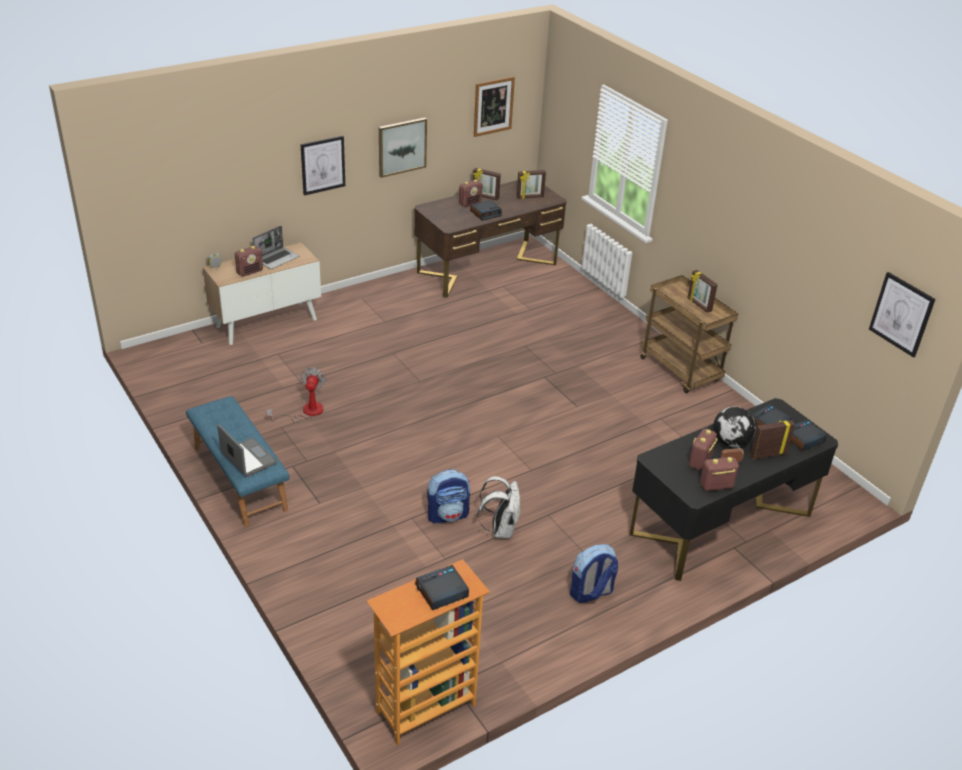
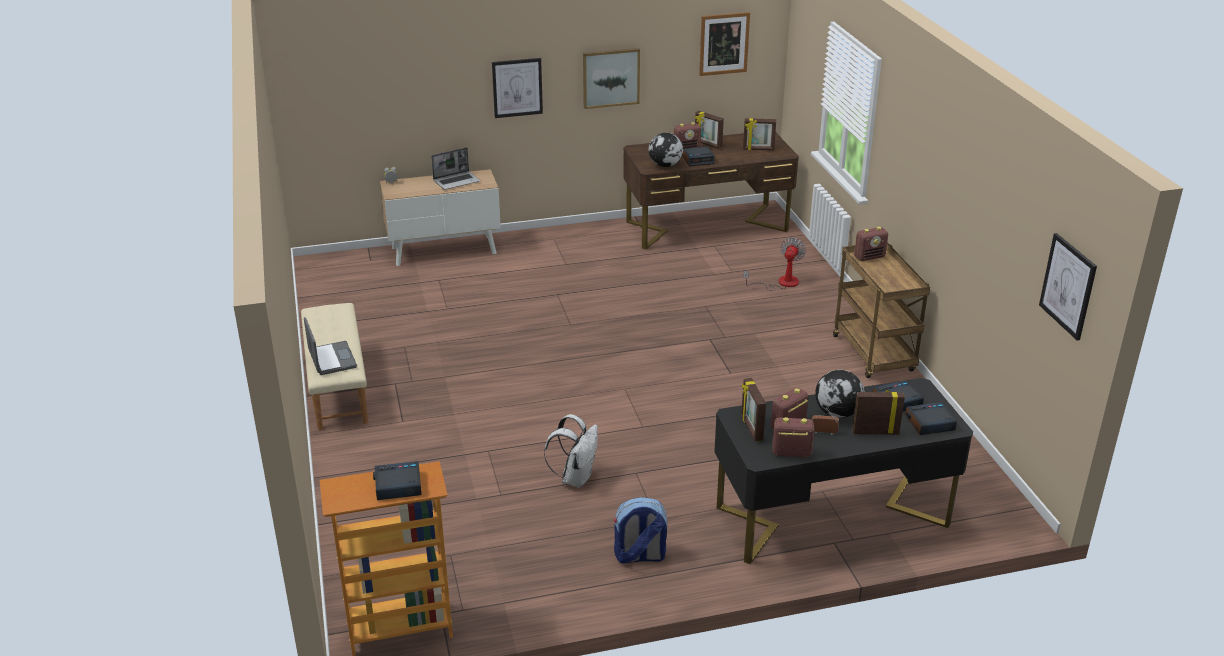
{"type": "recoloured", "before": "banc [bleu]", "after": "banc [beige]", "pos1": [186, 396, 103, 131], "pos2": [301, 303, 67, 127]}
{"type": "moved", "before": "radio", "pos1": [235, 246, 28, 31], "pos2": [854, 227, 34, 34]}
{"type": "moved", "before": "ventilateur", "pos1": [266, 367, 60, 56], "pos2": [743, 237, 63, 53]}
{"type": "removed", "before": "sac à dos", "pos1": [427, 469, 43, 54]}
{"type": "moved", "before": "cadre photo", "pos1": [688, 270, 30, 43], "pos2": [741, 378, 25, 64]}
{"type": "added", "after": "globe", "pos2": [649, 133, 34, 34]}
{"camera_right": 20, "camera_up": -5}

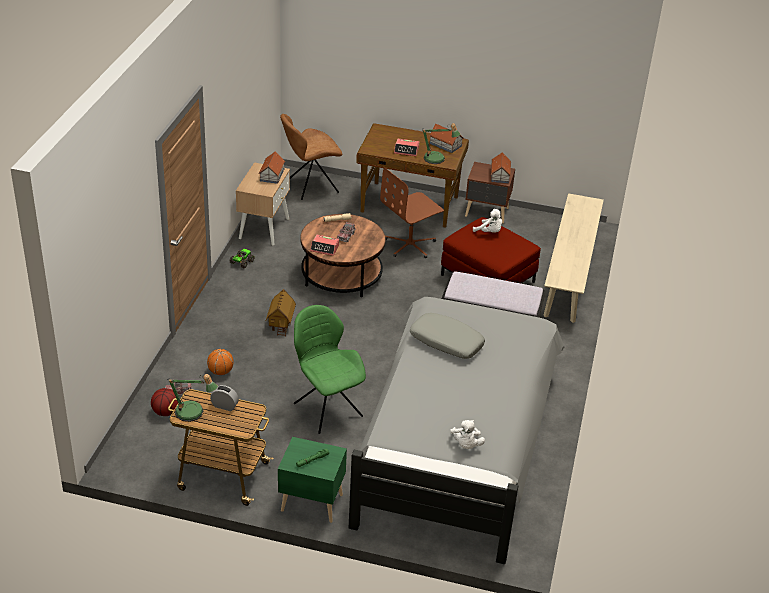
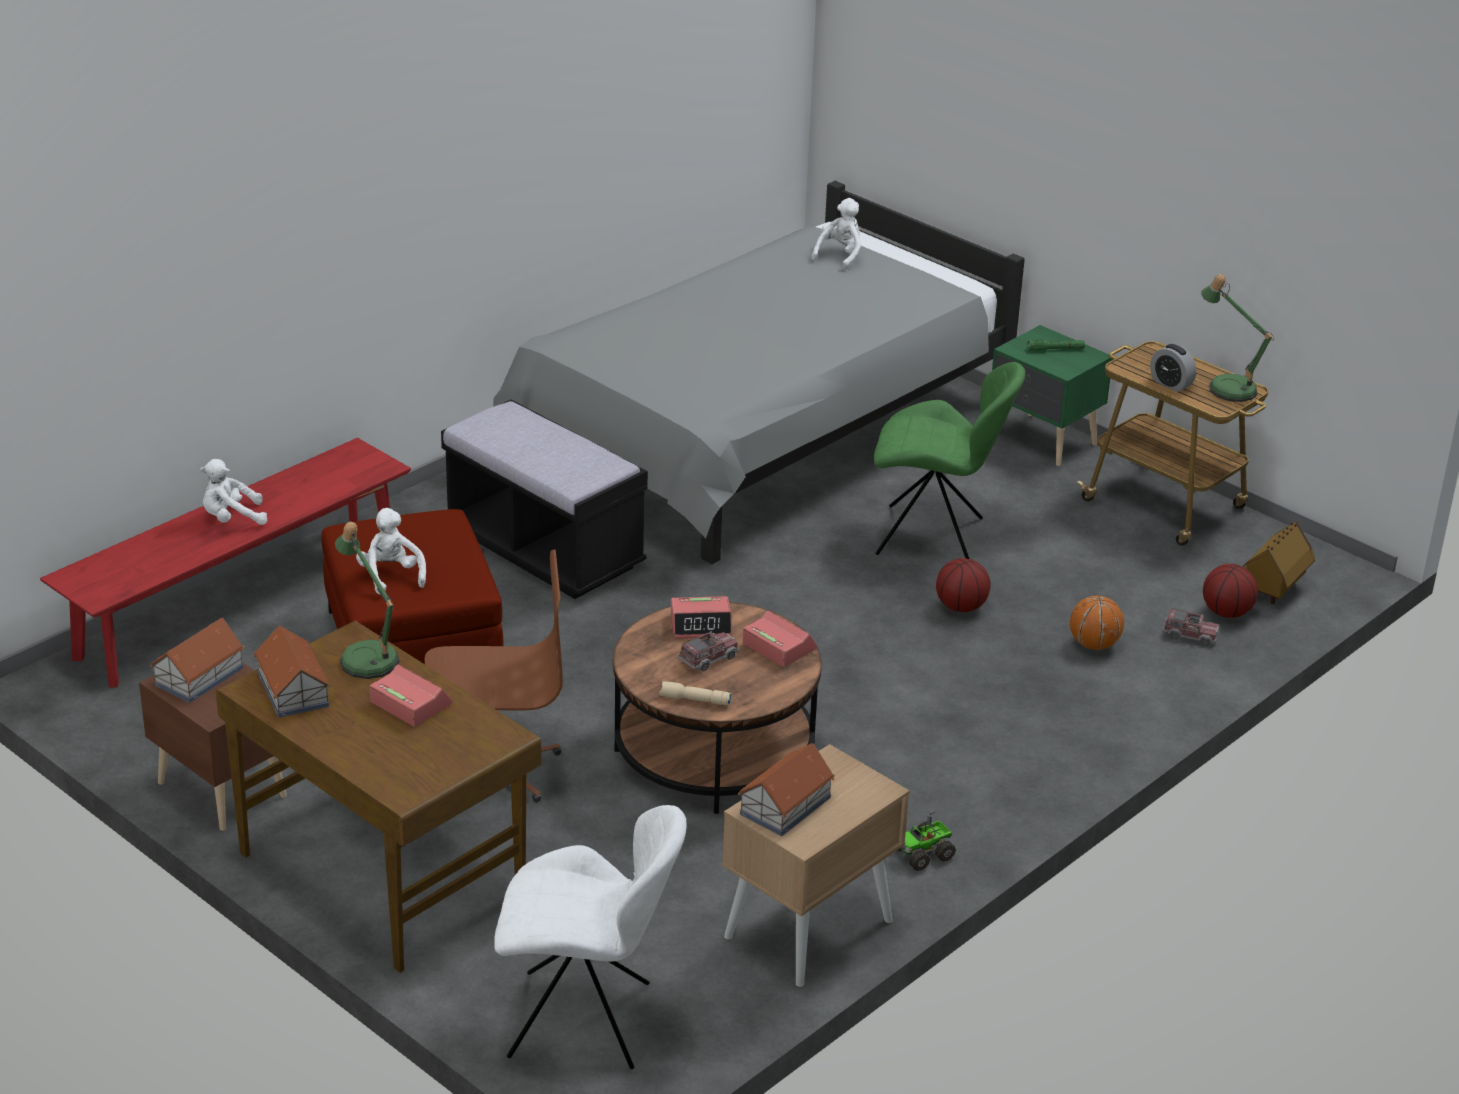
{"type": "moved", "before": "maison miniature", "pos1": [265, 289, 31, 48], "pos2": [1243, 521, 72, 83]}
{"type": "recoloured", "before": "chaise [marron]", "after": "chaise [blanc]", "pos1": [280, 114, 62, 86], "pos2": [494, 805, 193, 264]}
{"type": "turned", "before": "chaise [vert]", "pos1": [294, 305, 72, 129], "pos2": [874, 362, 151, 197], "turn": -75}
{"type": "removed", "before": "coussin [gris]", "pos1": [410, 313, 75, 46]}
{"type": "recoloured", "before": "banc [beige]", "after": "banc [rouge]", "pos1": [543, 193, 61, 130], "pos2": [40, 438, 371, 250]}
{"type": "added", "after": "peluche [blanc]", "pos2": [200, 459, 67, 66]}
{"type": "added", "after": "réveil", "pos2": [671, 596, 61, 43]}
{"type": "added", "after": "ballon de basket", "pos2": [936, 558, 55, 54]}
{"camera_right": -150, "camera_up": -5}

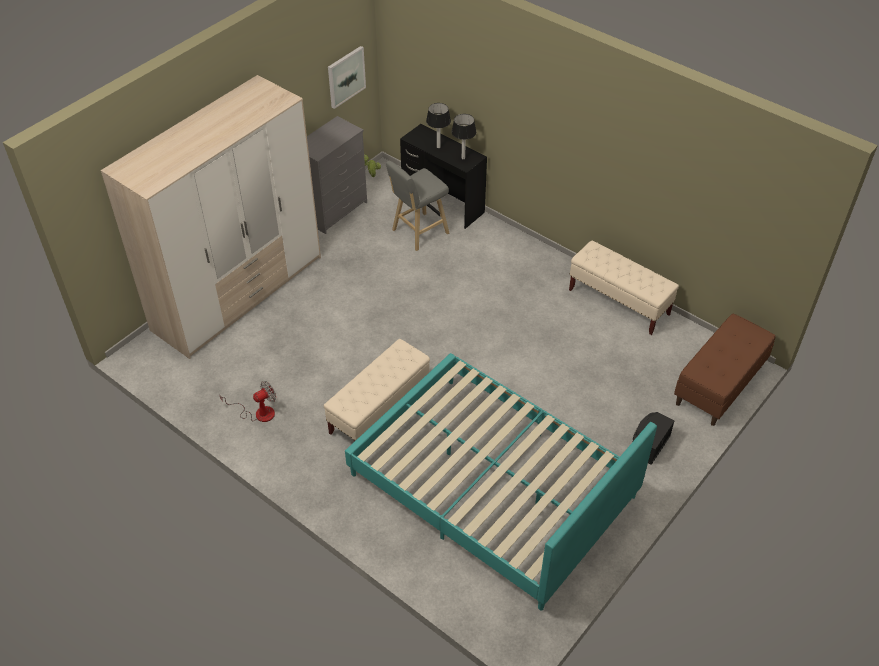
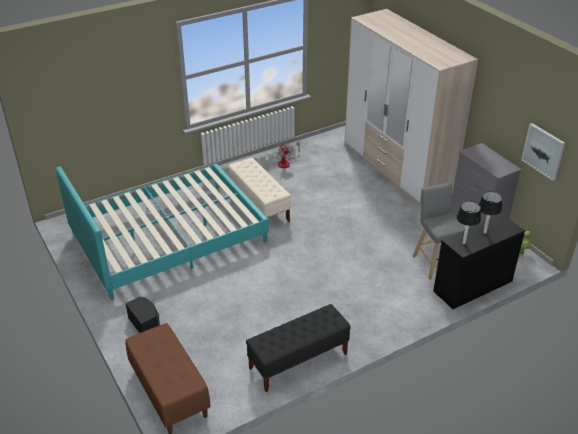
{"type": "recoloured", "before": "banc [beige]", "after": "banc [noir]", "pos1": [569, 240, 110, 95], "pos2": [246, 304, 105, 88]}
{"camera_right": 110, "camera_up": -10}

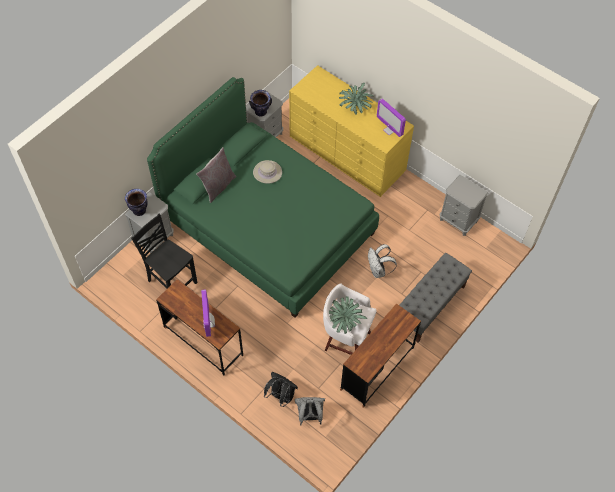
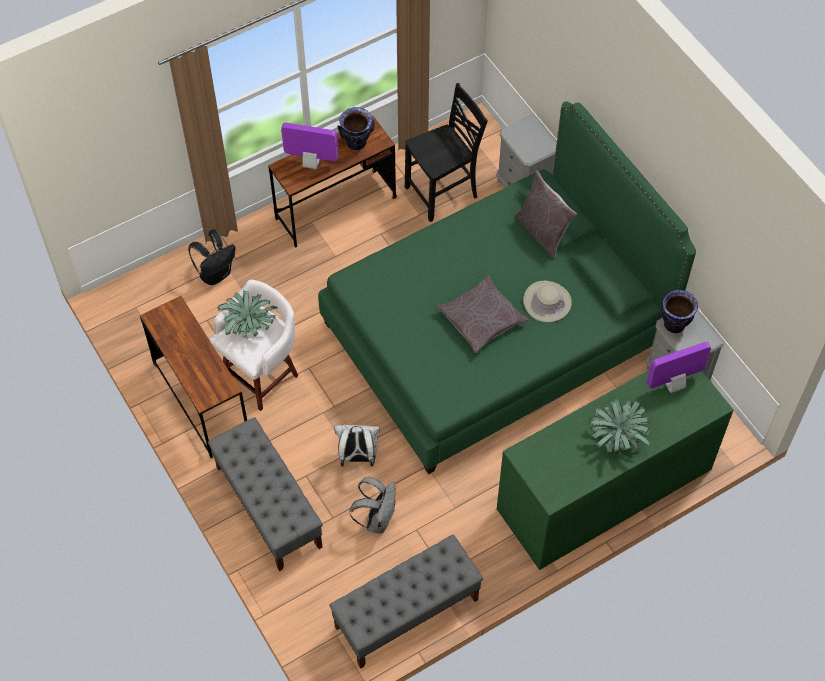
{"type": "moved", "before": "vase", "pos1": [125, 189, 23, 27], "pos2": [337, 107, 38, 43]}
{"type": "recoloured", "before": "commode [jaune]", "after": "commode [vert]", "pos1": [289, 65, 125, 132], "pos2": [497, 370, 236, 200]}
{"type": "moved", "before": "sac à dos [gris]", "pos1": [295, 397, 30, 28], "pos2": [349, 477, 47, 56]}
{"type": "moved", "before": "écran d'ordinateur", "pos1": [377, 99, 29, 38], "pos2": [647, 342, 64, 51]}
{"type": "replaced", "before": "table de chevet [gris]", "after": "banc [gris]", "pos1": [439, 175, 49, 61], "pos2": [329, 535, 154, 134]}
{"type": "added", "after": "coussin [gris]", "pos2": [436, 275, 93, 78]}
{"camera_right": 110, "camera_up": 0}

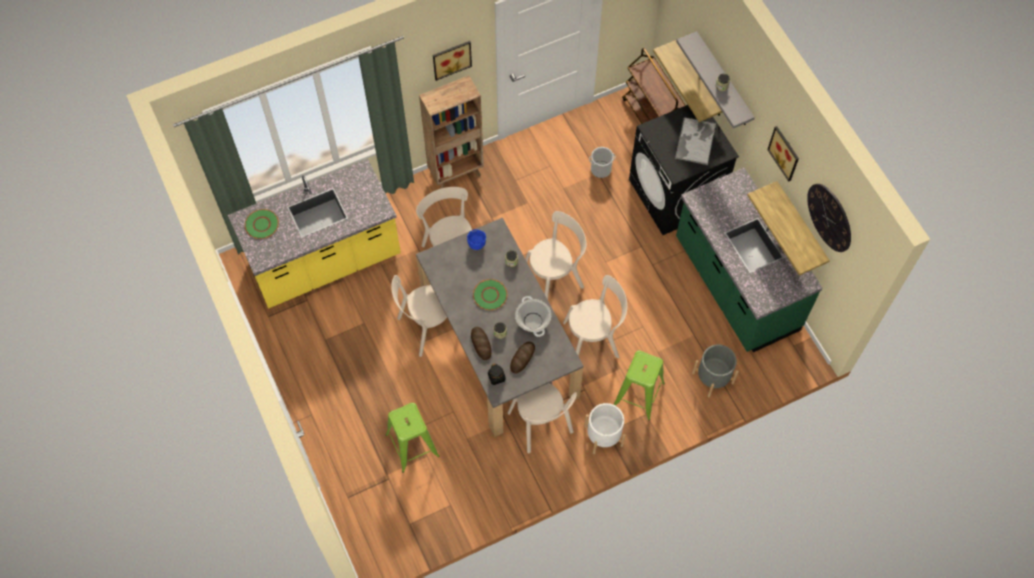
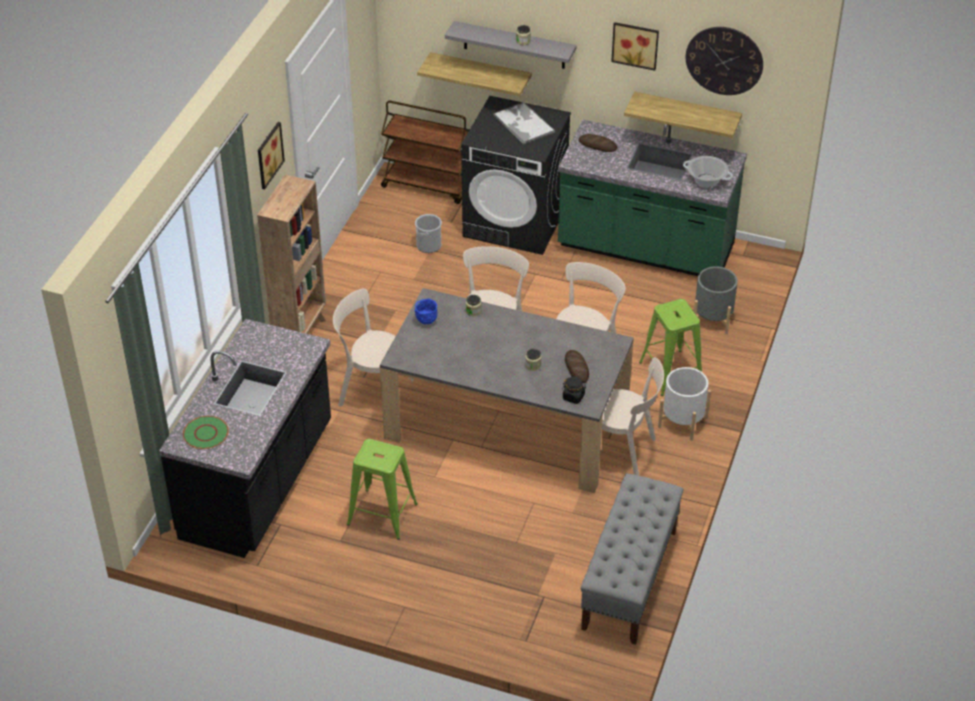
{"type": "recoloured", "before": "comptoir de cuisine [jaune]", "after": "comptoir de cuisine [noir]", "pos1": [228, 159, 173, 150], "pos2": [159, 319, 172, 239]}
{"type": "moved", "before": "tabouret [vert]", "pos1": [386, 403, 53, 70], "pos2": [347, 439, 71, 101]}
{"type": "removed", "before": "chaise [beige]", "pos1": [391, 275, 56, 82]}
{"type": "moved", "before": "pain", "pos1": [471, 327, 21, 33], "pos2": [579, 134, 38, 18]}
{"type": "removed", "before": "assiette [vert]", "pos1": [473, 279, 34, 31]}
{"type": "moved", "before": "marmite", "pos1": [515, 296, 36, 41], "pos2": [683, 156, 50, 31]}
{"type": "added", "after": "banc [gris]", "pos2": [581, 474, 102, 171]}
{"camera_right": -45, "camera_up": -20}

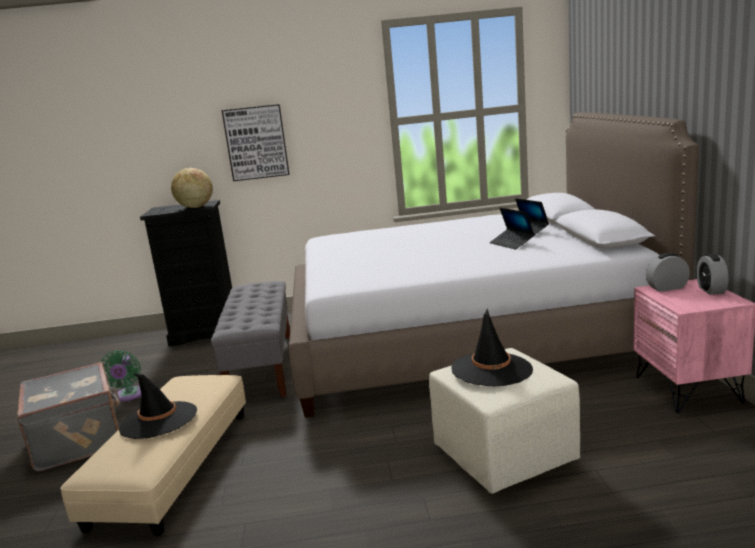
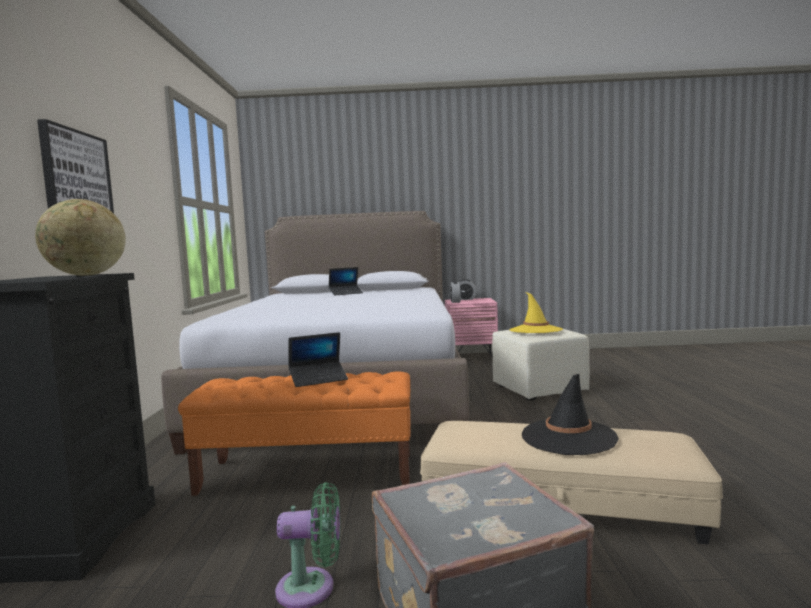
{"type": "recoloured", "before": "banc [gris]", "after": "banc [orange]", "pos1": [211, 281, 79, 116], "pos2": [178, 371, 232, 125]}
{"type": "recoloured", "before": "chapeau [noir]", "after": "chapeau [jaune]", "pos1": [451, 308, 82, 78], "pos2": [510, 292, 53, 41]}
{"type": "moved", "before": "ordinateur portable", "pos1": [490, 208, 45, 42], "pos2": [288, 332, 60, 55]}
{"camera_right": -85, "camera_up": -10}

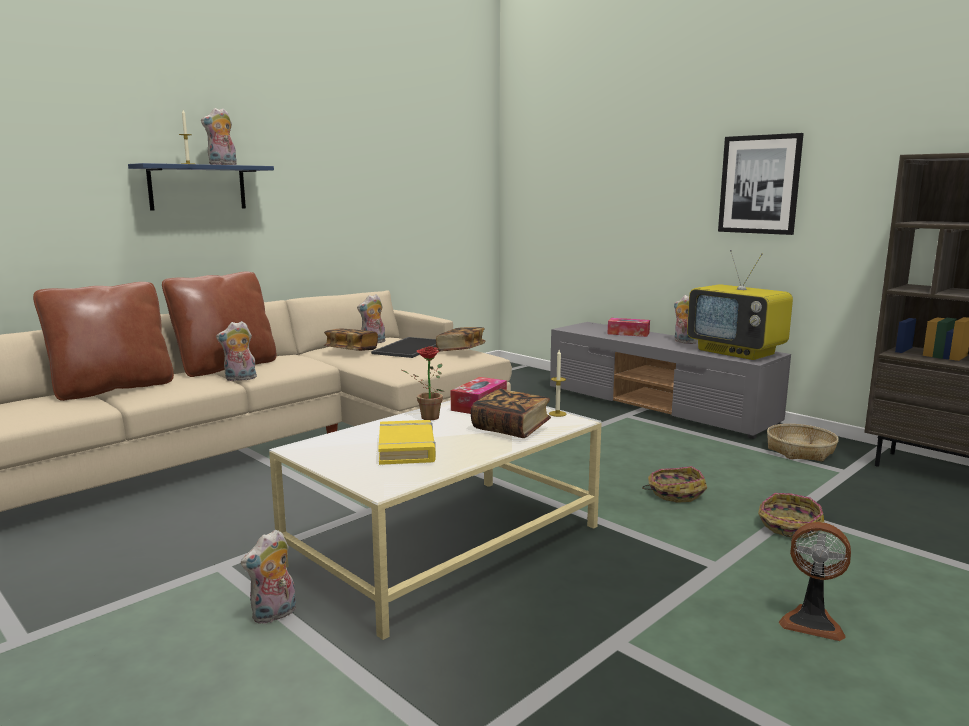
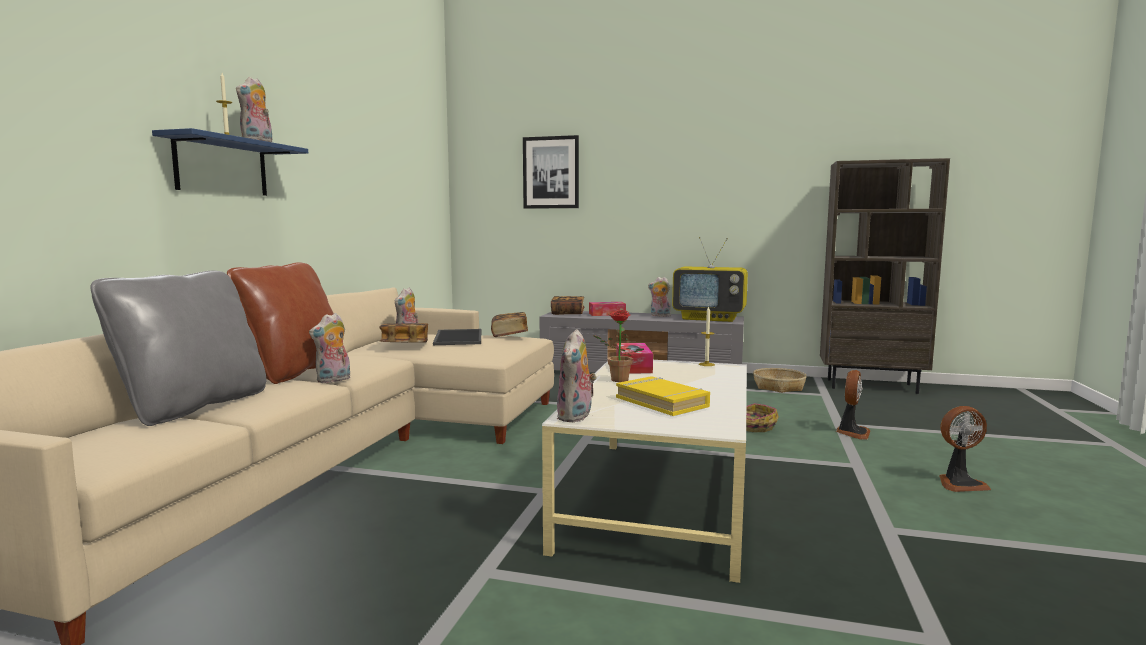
{"type": "recoloured", "before": "coussin [marron]", "after": "coussin [gris]", "pos1": [33, 282, 141, 119], "pos2": [90, 270, 176, 156]}
{"type": "moved", "before": "peluche", "pos1": [241, 529, 55, 95], "pos2": [557, 329, 40, 93]}
{"type": "moved", "before": "livre", "pos1": [470, 389, 81, 49], "pos2": [551, 296, 33, 19]}
{"type": "moved", "before": "tableau", "pos1": [718, 133, 86, 102], "pos2": [523, 135, 56, 74]}
{"type": "replaced", "before": "panier", "after": "ventilateur", "pos1": [758, 493, 66, 45], "pos2": [836, 370, 34, 70]}
{"camera_right": -30, "camera_up": -5}

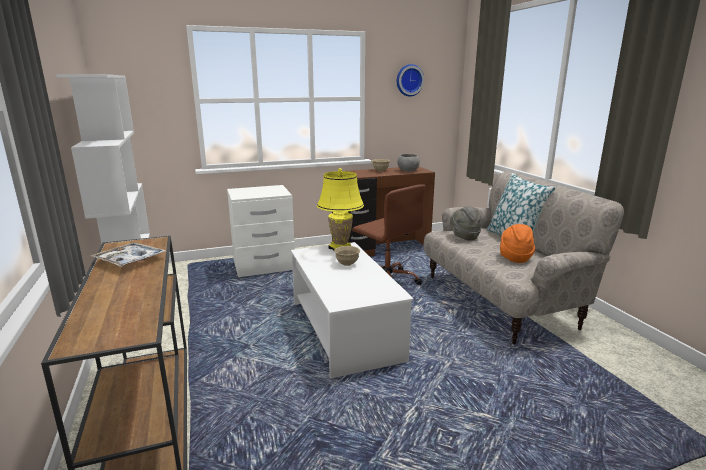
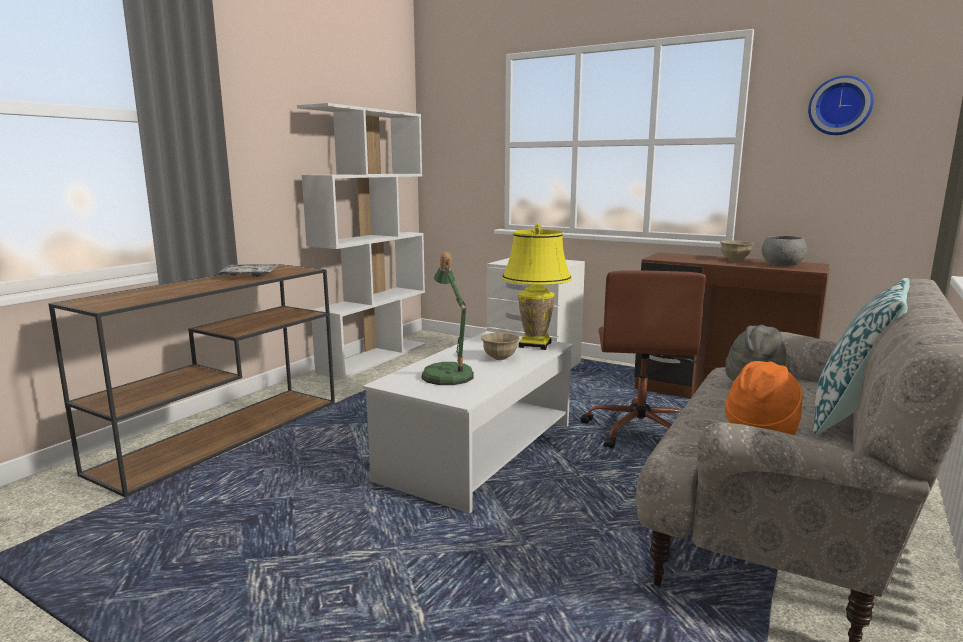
{"type": "added", "after": "lampe de table", "pos2": [422, 252, 52, 133]}
{"camera_right": 50, "camera_up": -5}

